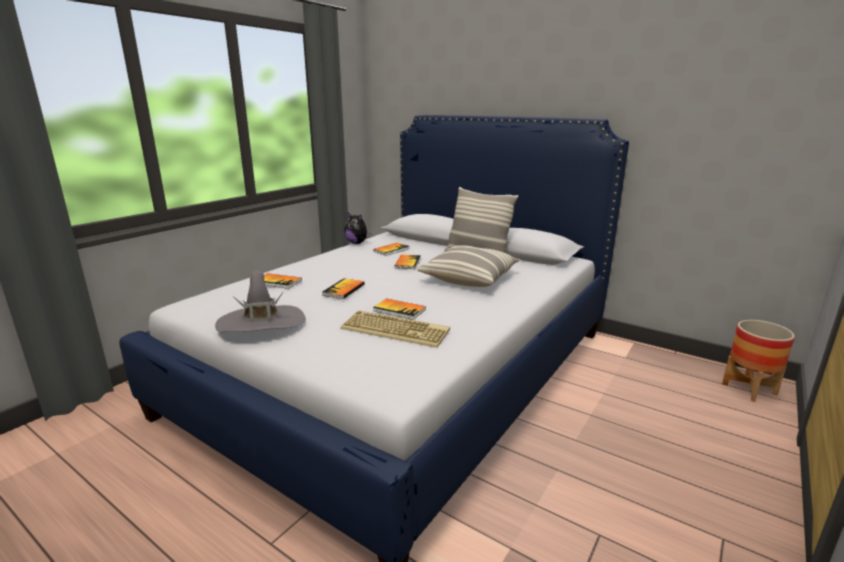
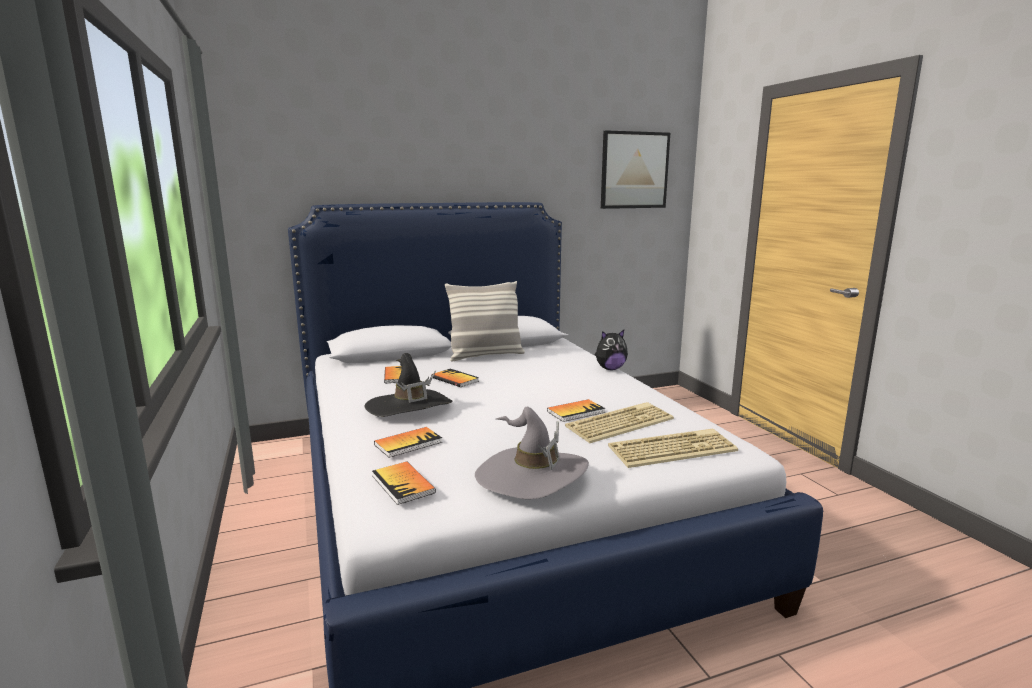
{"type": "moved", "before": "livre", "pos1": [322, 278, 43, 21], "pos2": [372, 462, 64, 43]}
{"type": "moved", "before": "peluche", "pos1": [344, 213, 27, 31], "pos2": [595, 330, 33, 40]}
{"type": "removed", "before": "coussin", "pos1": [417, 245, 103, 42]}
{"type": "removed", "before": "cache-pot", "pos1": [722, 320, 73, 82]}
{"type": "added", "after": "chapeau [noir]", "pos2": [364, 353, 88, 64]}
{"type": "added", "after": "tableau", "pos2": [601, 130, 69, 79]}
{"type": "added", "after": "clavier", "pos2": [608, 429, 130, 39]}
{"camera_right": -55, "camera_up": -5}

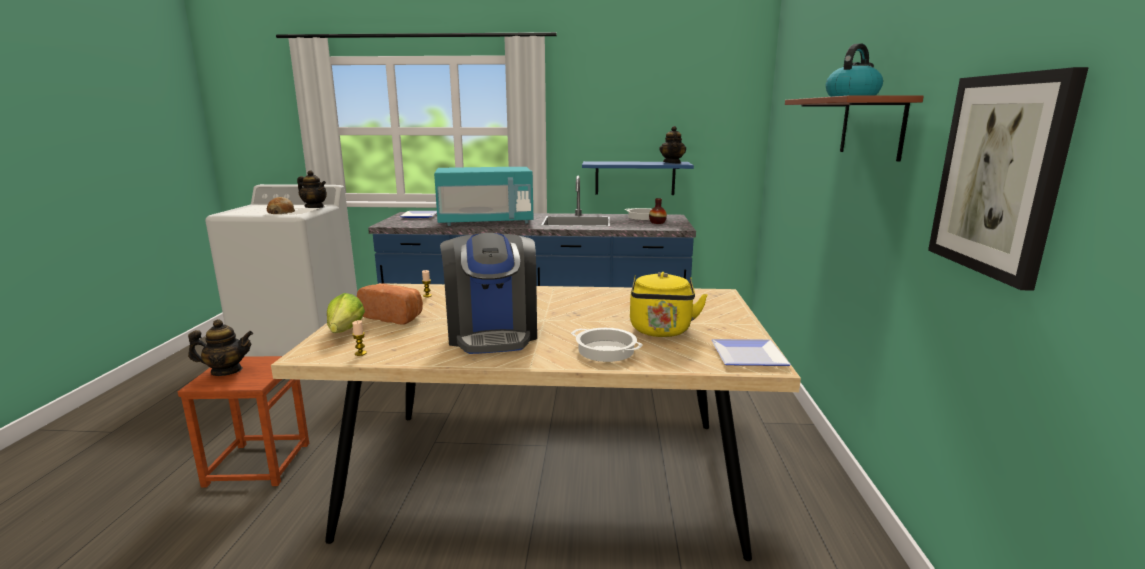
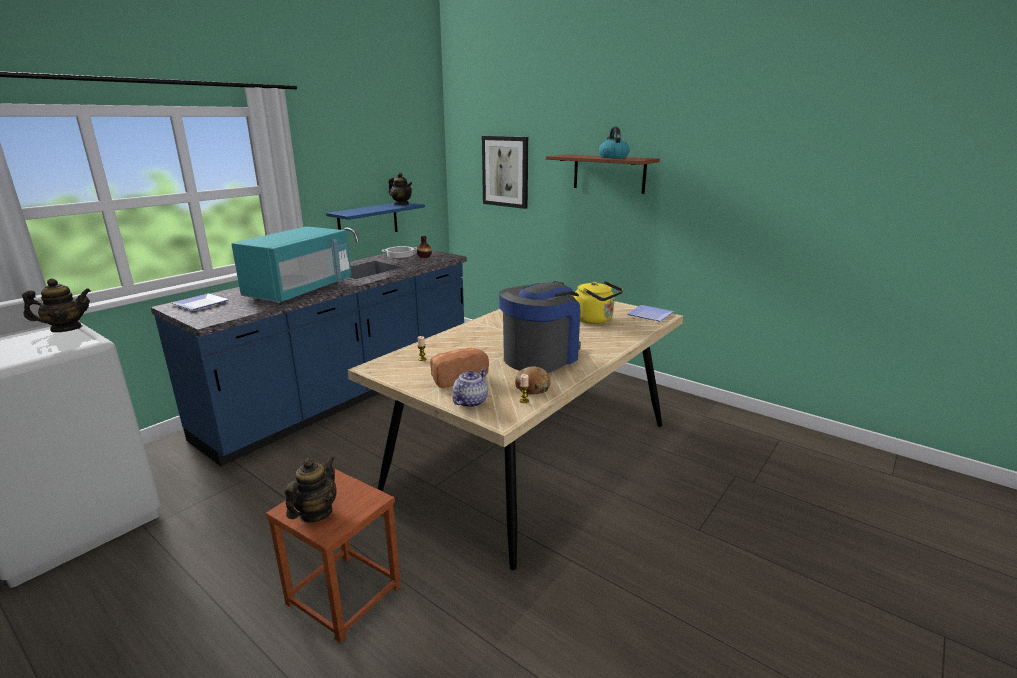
{"type": "moved", "before": "pain", "pos1": [267, 197, 28, 17], "pos2": [515, 366, 35, 29]}
{"type": "replaced", "before": "laitue", "after": "théière", "pos1": [327, 293, 38, 40], "pos2": [453, 369, 35, 39]}
{"type": "turned", "before": "machine à café", "pos1": [440, 233, 97, 121], "pos2": [499, 281, 82, 92], "turn": -75}
{"type": "removed", "before": "marmite", "pos1": [571, 328, 72, 34]}
{"type": "moved", "before": "tableau", "pos1": [928, 67, 161, 224], "pos2": [482, 136, 46, 73]}
{"camera_right": -55, "camera_up": 5}

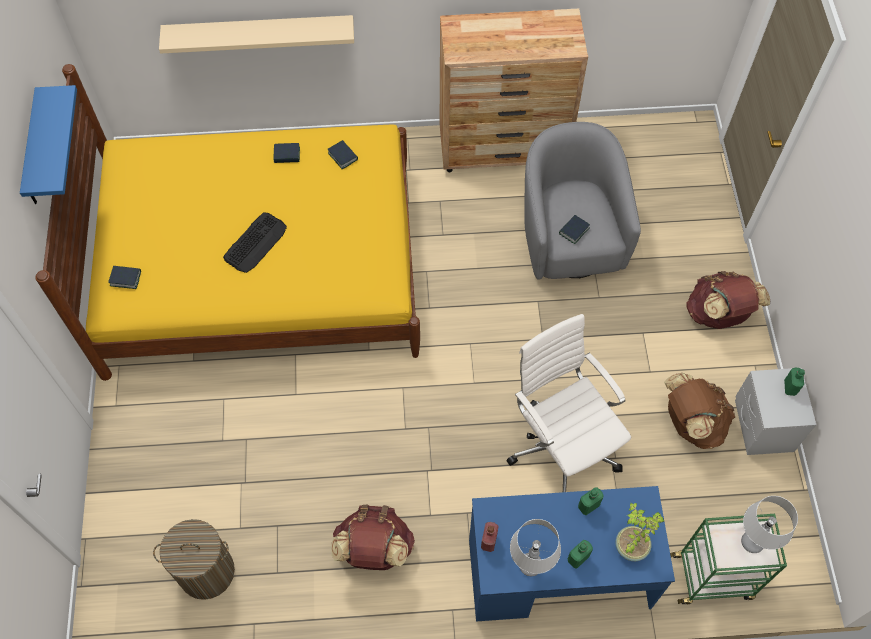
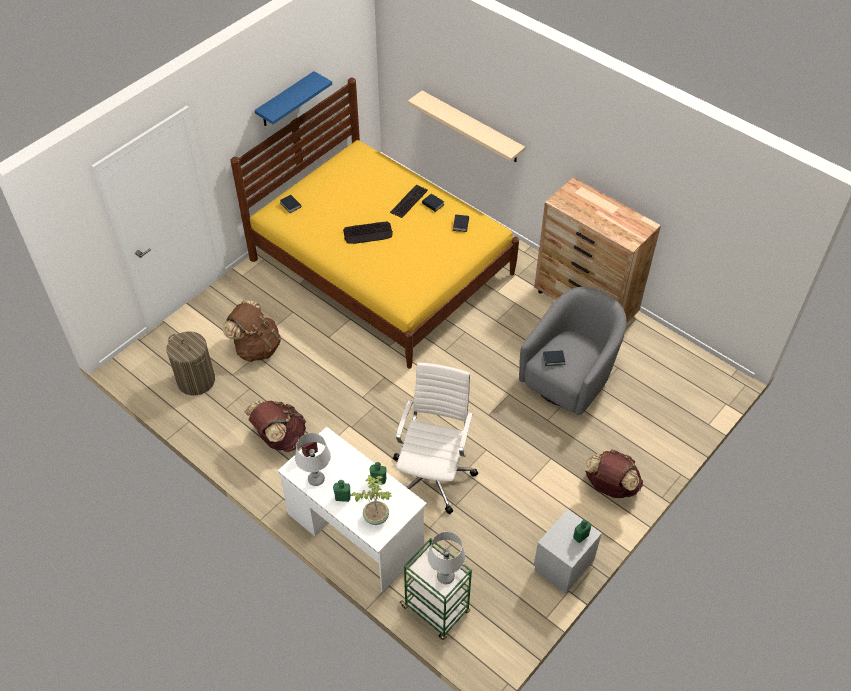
{"type": "recoloured", "before": "bureau [bleu]", "after": "bureau [blanc]", "pos1": [469, 486, 206, 135], "pos2": [278, 427, 149, 166]}
{"type": "moved", "before": "sac à dos [marron]", "pos1": [664, 373, 71, 76], "pos2": [222, 300, 59, 62]}
{"type": "added", "after": "clavier", "pos2": [390, 185, 38, 33]}
{"camera_right": 45, "camera_up": -10}

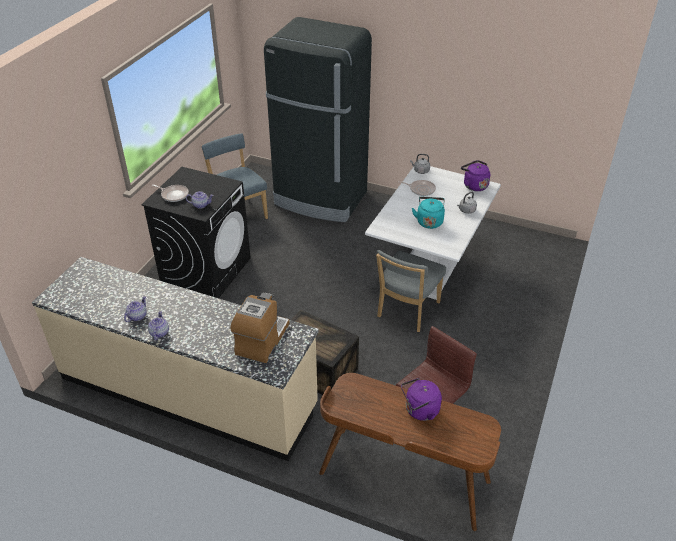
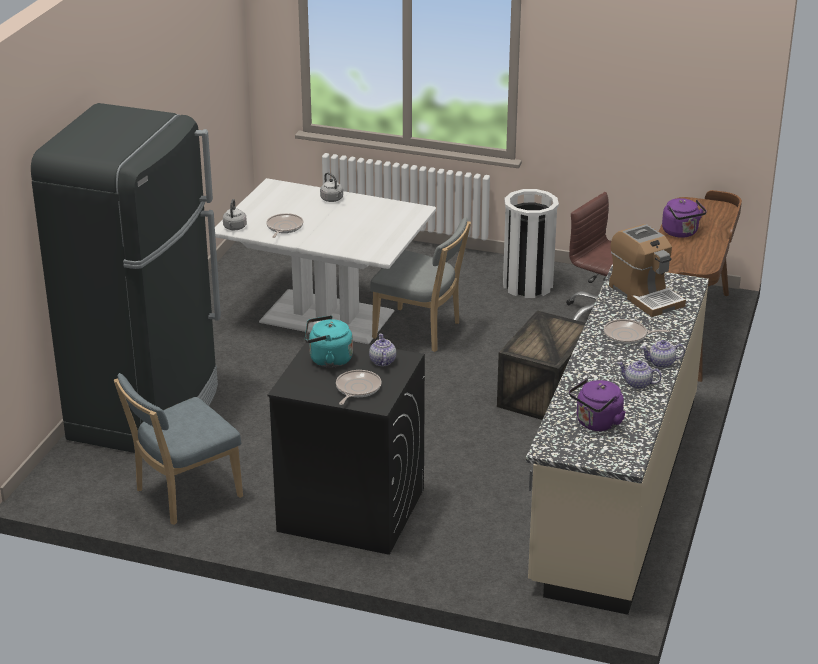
{"type": "turned", "before": "machine à café", "pos1": [230, 293, 60, 70], "pos2": [609, 224, 77, 93], "turn": -135}
{"type": "moved", "before": "bouilloire [turquoise]", "pos1": [412, 197, 33, 32], "pos2": [305, 315, 48, 53]}
{"type": "moved", "before": "bouilloire [violet]", "pos1": [461, 160, 29, 31], "pos2": [569, 379, 57, 52]}
{"type": "added", "after": "poubelle [blanc]", "pos2": [503, 189, 56, 109]}
{"type": "added", "after": "poêle", "pos2": [604, 319, 65, 25]}
{"camera_right": -95, "camera_up": -10}

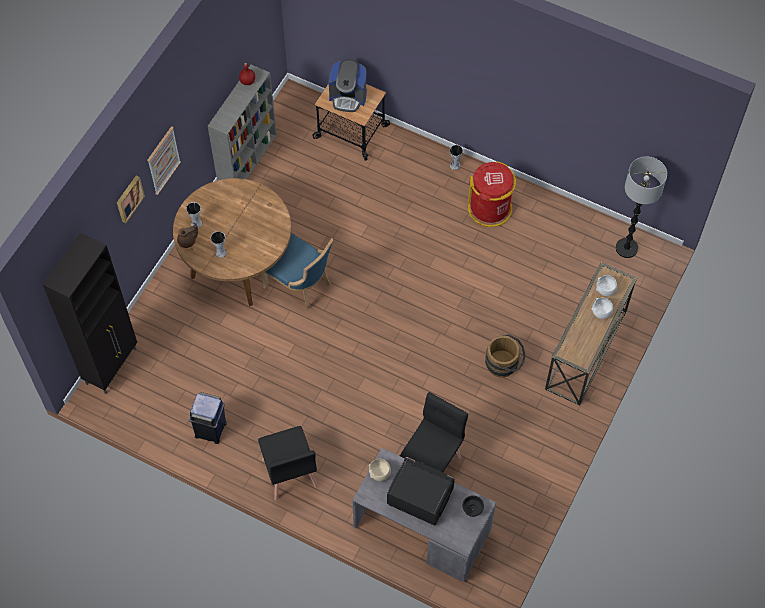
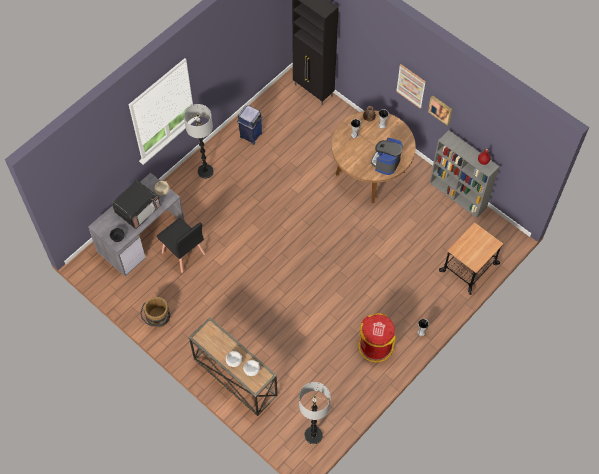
{"type": "moved", "before": "tableau", "pos1": [117, 176, 28, 47], "pos2": [428, 95, 24, 30]}
{"type": "replaced", "before": "chaise [noir]", "after": "lampadaire", "pos1": [258, 426, 60, 74], "pos2": [184, 104, 30, 75]}
{"type": "removed", "before": "chaise [bleu]", "pos1": [262, 233, 72, 78]}
{"type": "moved", "before": "machine à café", "pos1": [328, 59, 39, 53], "pos2": [371, 138, 32, 37]}
{"type": "moved", "before": "seau [marron]", "pos1": [485, 334, 41, 44], "pos2": [140, 297, 30, 30]}
{"camera_right": 105, "camera_up": 0}

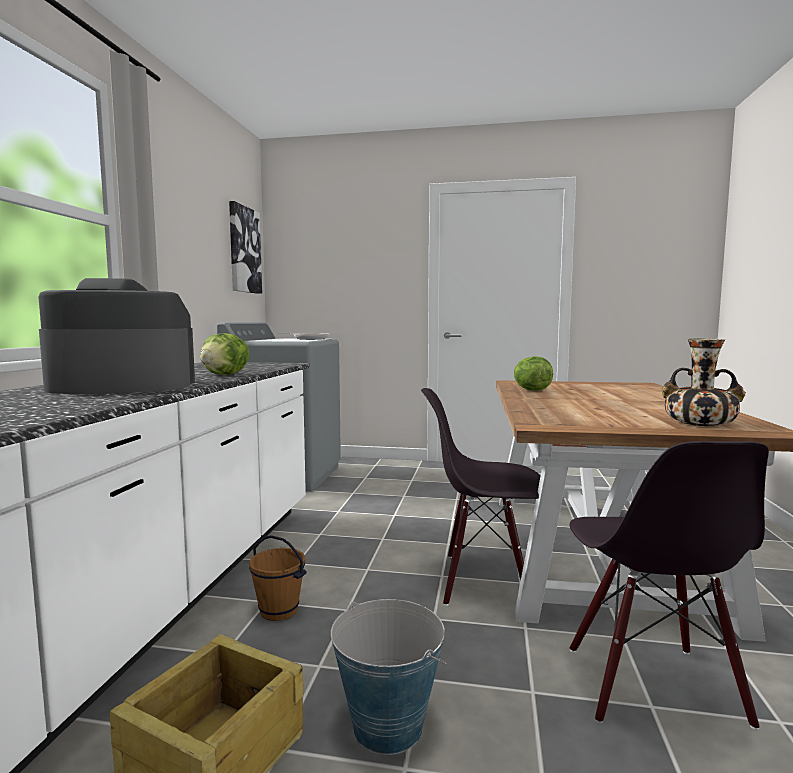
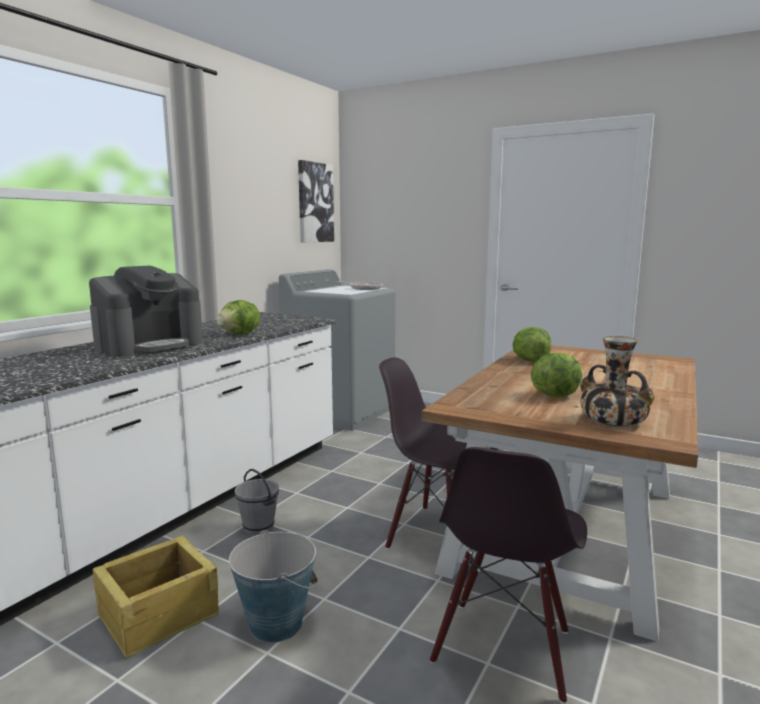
{"type": "turned", "before": "machine à café", "pos1": [39, 278, 156, 116], "pos2": [89, 266, 114, 91], "turn": 120}
{"type": "recoloured", "before": "seau [marron]", "after": "seau [gris]", "pos1": [249, 535, 58, 86], "pos2": [234, 469, 45, 66]}
{"type": "added", "after": "laitue", "pos2": [531, 353, 52, 45]}
{"camera_right": 20, "camera_up": 5}

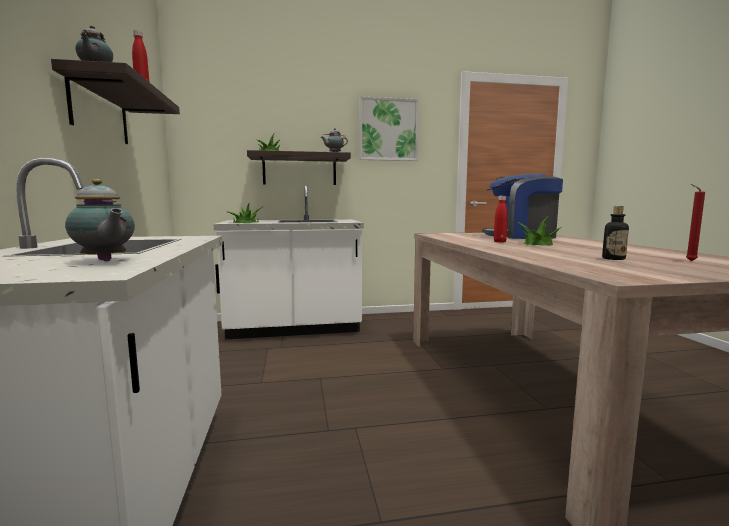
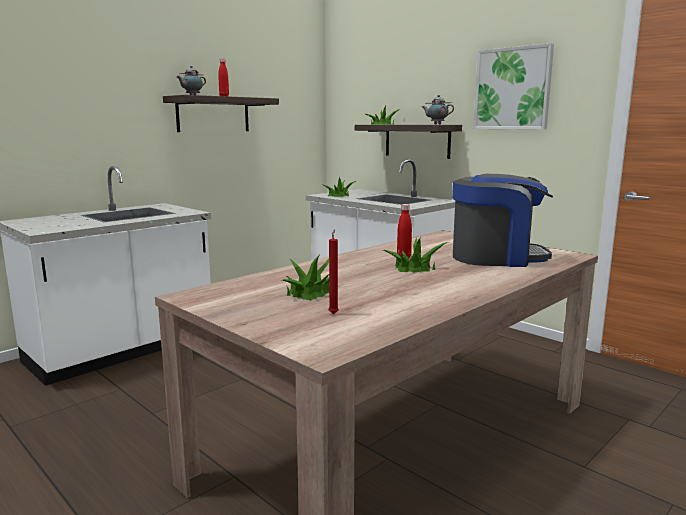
{"type": "removed", "before": "théière", "pos1": [65, 179, 70, 82]}
{"type": "turned", "before": "machine à café", "pos1": [482, 173, 81, 66], "pos2": [452, 174, 101, 93], "turn": 120}
{"type": "replaced", "before": "bouteille", "after": "plante en pot", "pos1": [602, 206, 27, 54], "pos2": [281, 255, 48, 45]}
{"camera_right": 55, "camera_up": 5}

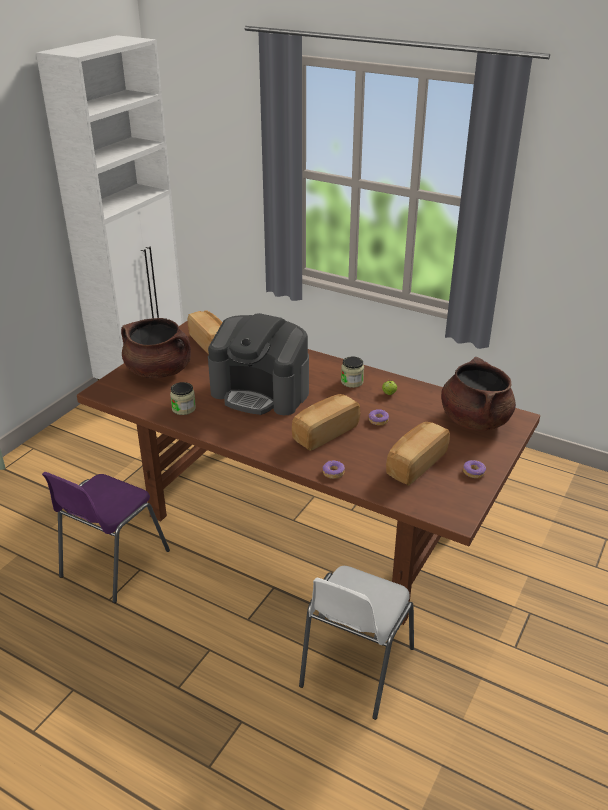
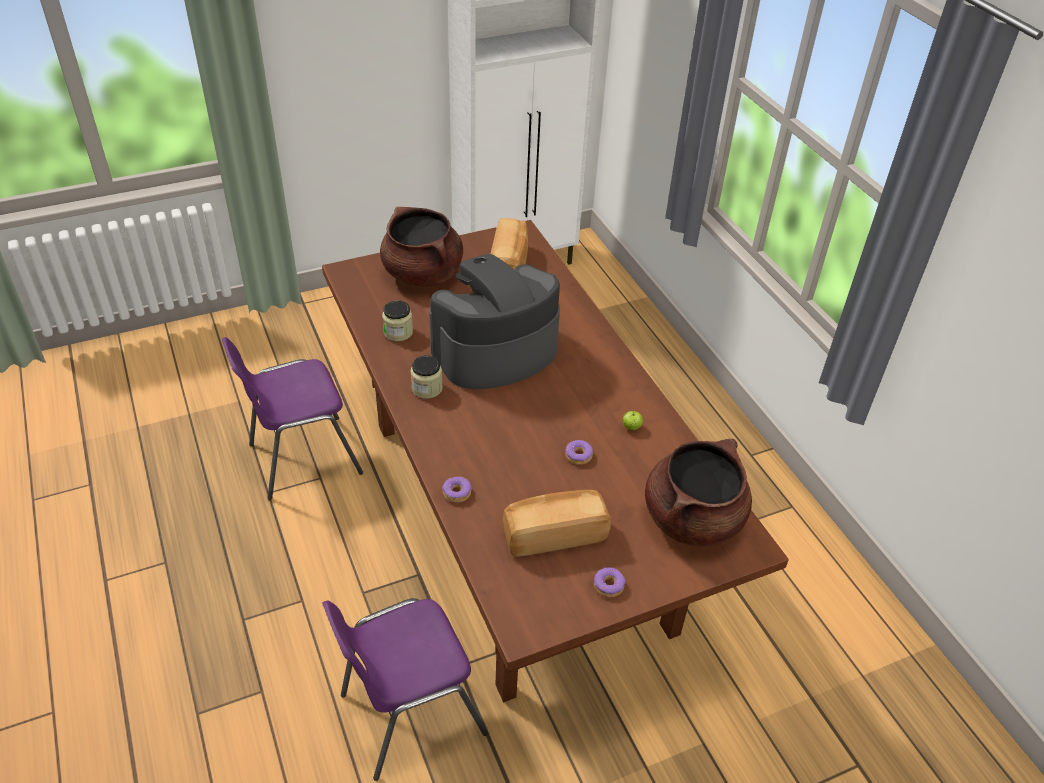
{"type": "turned", "before": "machine à café", "pos1": [208, 313, 101, 103], "pos2": [429, 254, 131, 136], "turn": 90}
{"type": "removed", "before": "pain", "pos1": [292, 394, 68, 57]}
{"type": "recoloured", "before": "chaise [blanc]", "after": "chaise [violet]", "pos1": [299, 566, 115, 154], "pos2": [322, 598, 166, 183]}
{"type": "moved", "before": "bocal", "pos1": [341, 356, 23, 32], "pos2": [411, 355, 32, 44]}
{"camera_right": 35, "camera_up": 10}

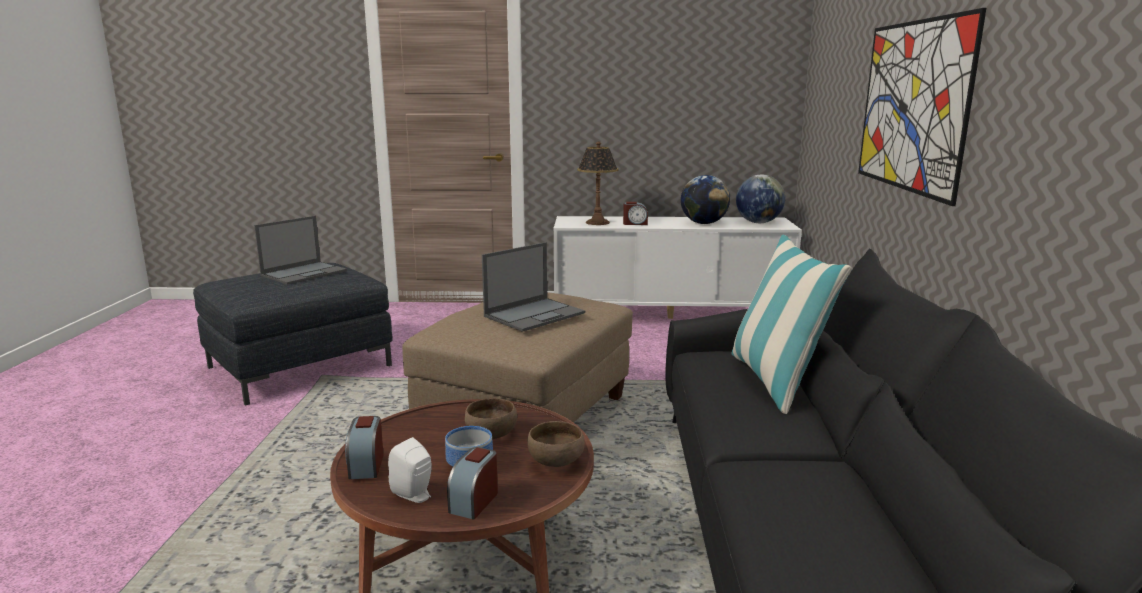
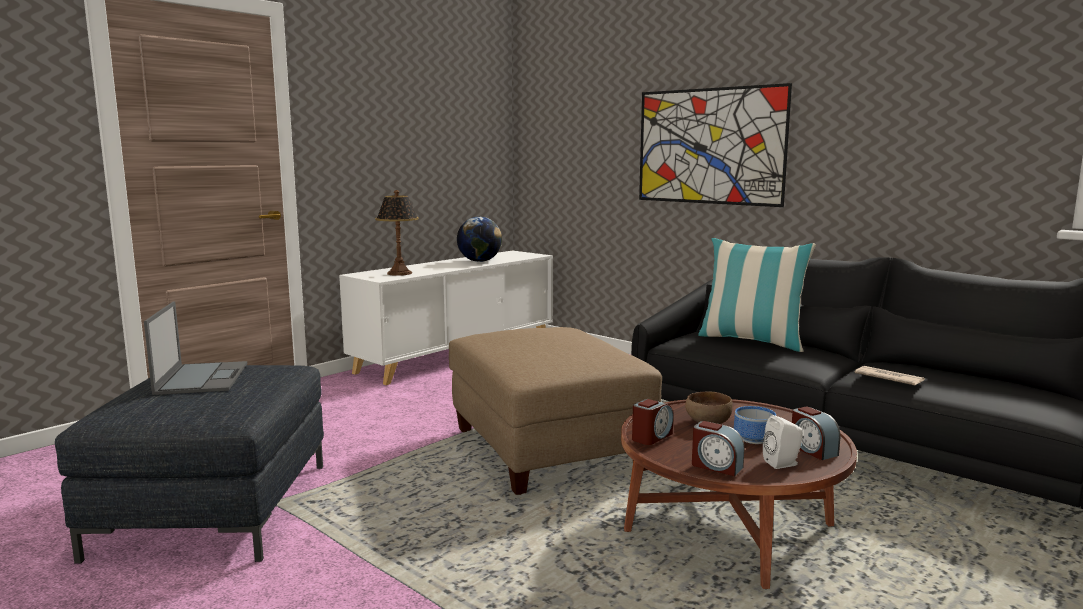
{"type": "removed", "before": "ordinateur portable", "pos1": [482, 242, 103, 90]}
{"type": "removed", "before": "bol [marron]", "pos1": [527, 421, 58, 46]}
{"type": "moved", "before": "réveil", "pos1": [623, 202, 25, 23], "pos2": [632, 399, 41, 46]}
{"type": "removed", "before": "globe", "pos1": [736, 175, 49, 48]}
{"type": "added", "after": "journal", "pos2": [855, 366, 70, 19]}
{"camera_right": -50, "camera_up": -5}

